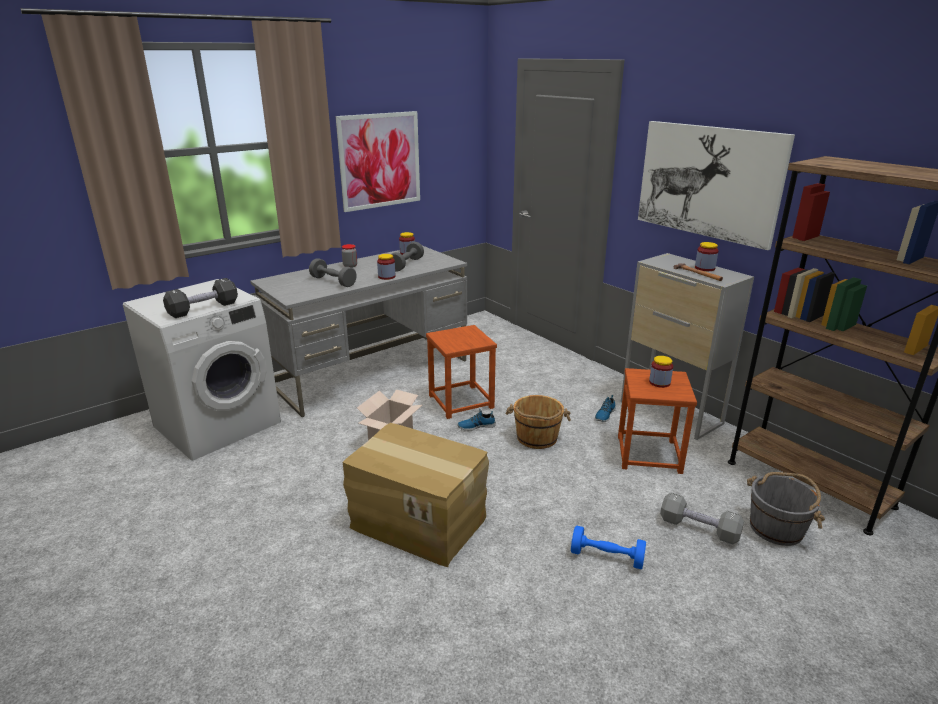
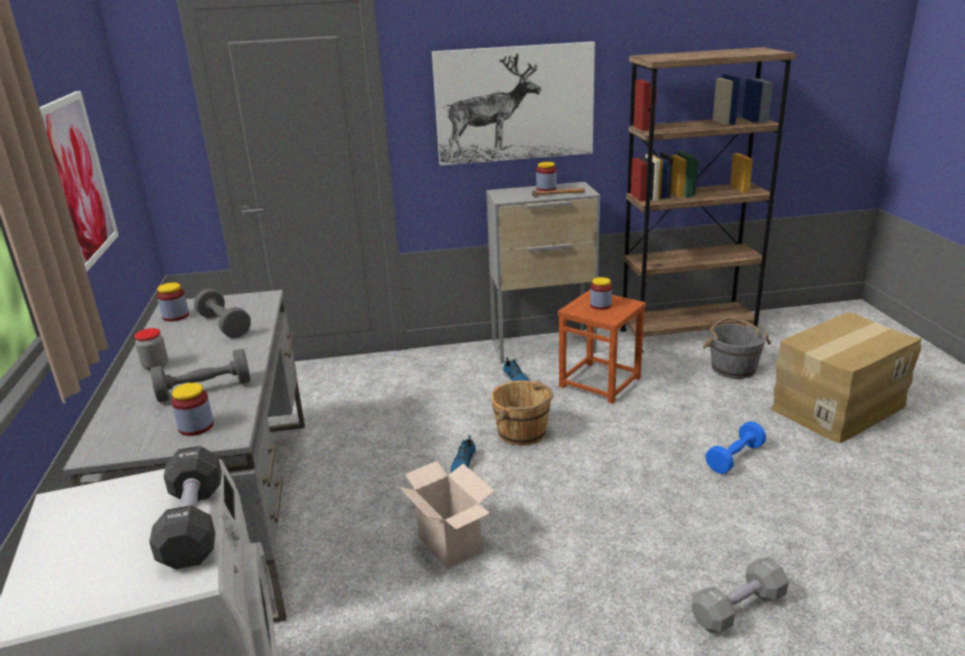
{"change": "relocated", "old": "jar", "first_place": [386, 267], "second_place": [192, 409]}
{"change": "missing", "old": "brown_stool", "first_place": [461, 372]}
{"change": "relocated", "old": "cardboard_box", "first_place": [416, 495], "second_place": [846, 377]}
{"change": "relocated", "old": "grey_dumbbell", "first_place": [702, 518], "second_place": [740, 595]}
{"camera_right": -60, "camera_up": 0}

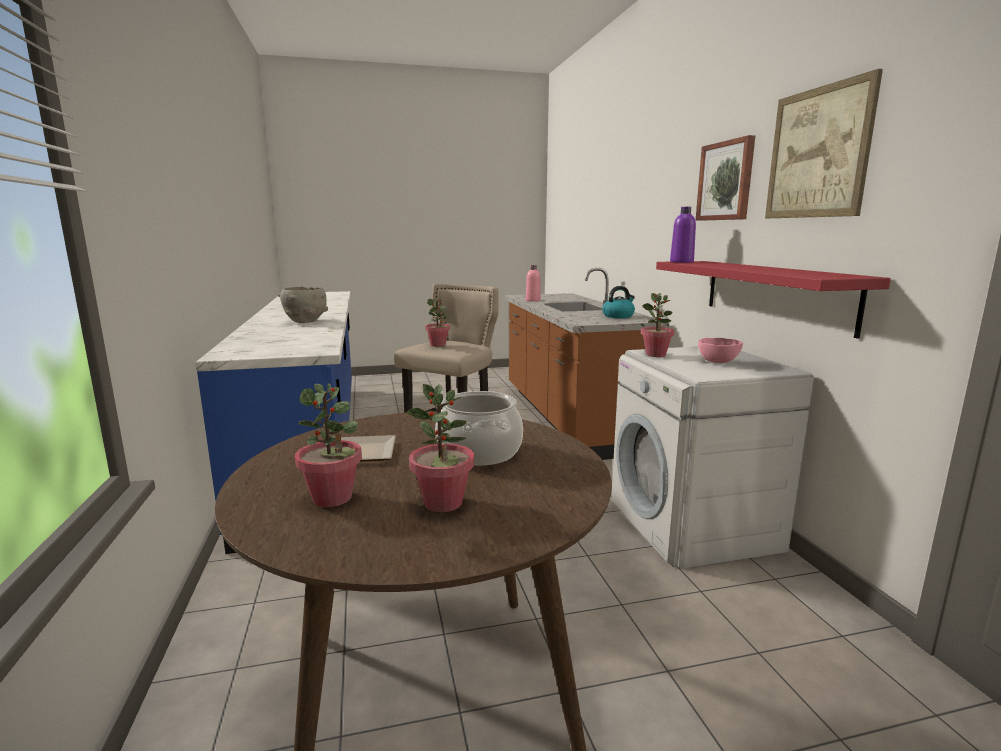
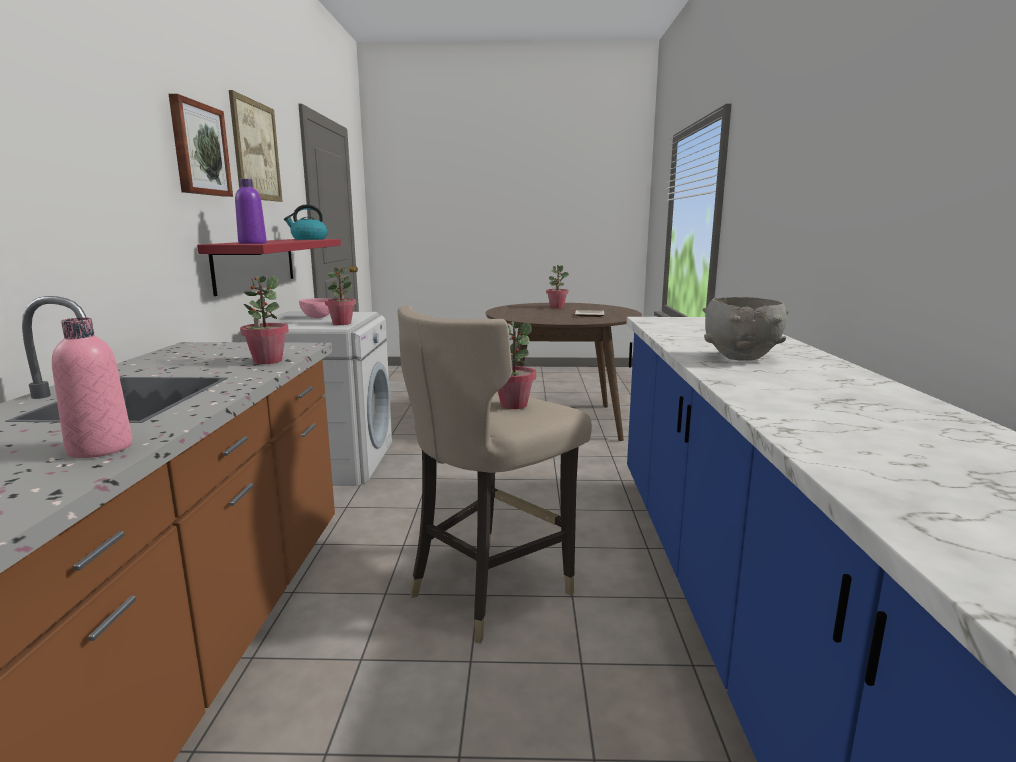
{"change": "relocated", "old": "kettle", "first_place": [618, 302], "second_place": [306, 222]}
{"change": "relocated", "old": "potted_plant", "first_place": [328, 445], "second_place": [264, 320]}
{"change": "missing", "old": "cooking_pot", "first_place": [479, 428]}
{"camera_right": -165, "camera_up": 0}

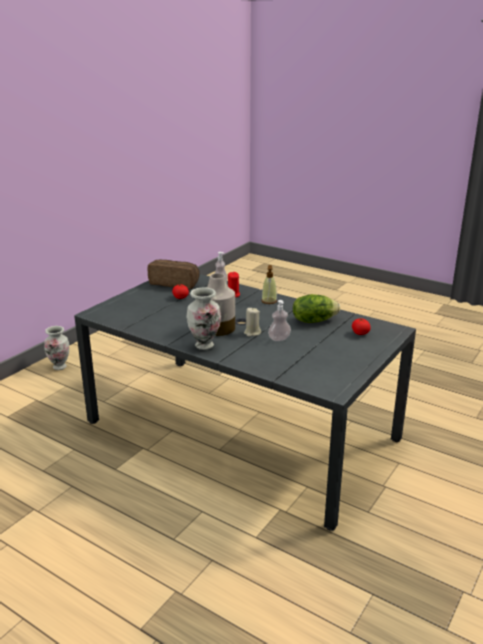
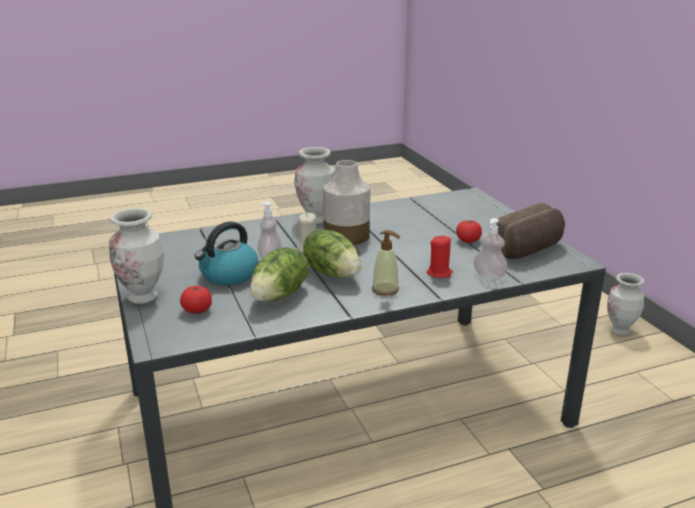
{"change": "appeared", "new": "vase", "second_place": [136, 256]}
{"change": "appeared", "new": "kettle", "second_place": [226, 253]}
{"change": "appeared", "new": "lettuce", "second_place": [332, 253]}
{"camera_right": 125, "camera_up": 0}

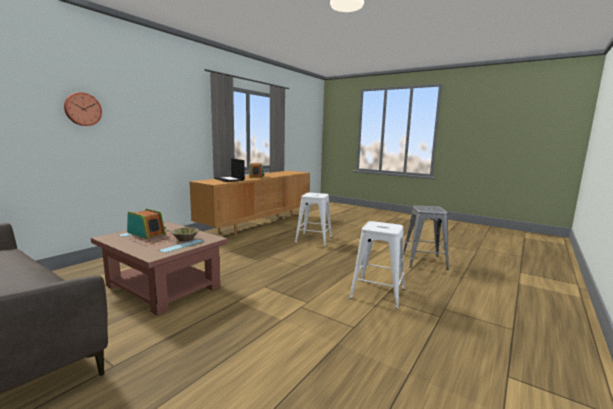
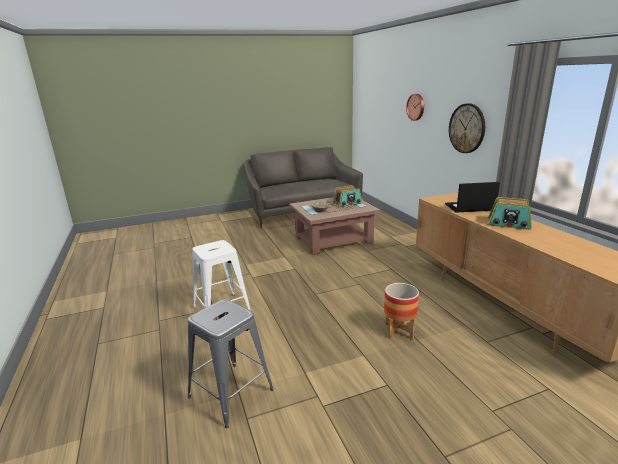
{"change": "exchanged", "old": "white_stool", "new": "planter", "first_place": [313, 220], "second_place": [401, 311]}
{"change": "appeared", "new": "wall_clock", "second_place": [467, 128]}
{"camera_right": 125, "camera_up": 10}

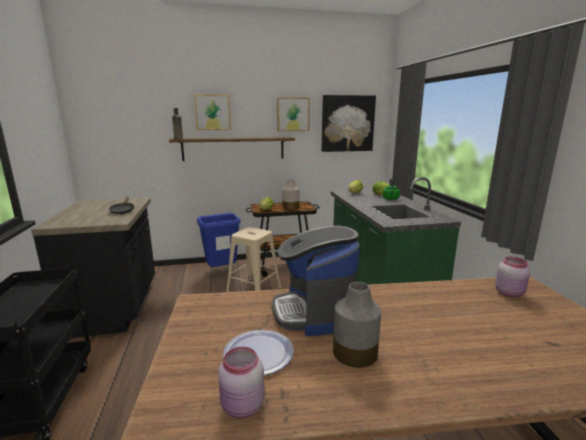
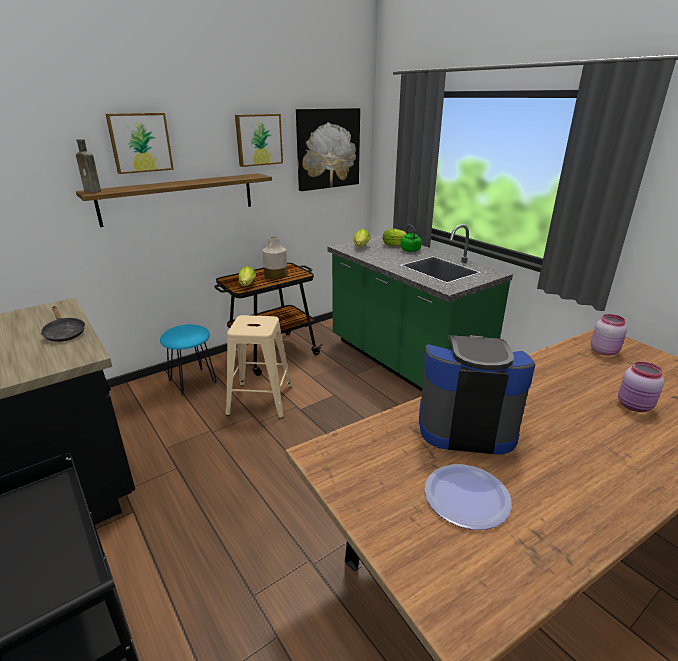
{"change": "exchanged", "old": "blue_trash_can", "new": "turquoise_stool", "first_place": [219, 240], "second_place": [188, 359]}
{"change": "spun", "old": "coffee_machine", "first_place": [316, 281], "second_place": [477, 394], "degrees": 135}
{"change": "missing", "old": "grey_vase", "first_place": [357, 325]}
{"change": "relocated", "old": "pink_jar", "first_place": [241, 382], "second_place": [641, 387]}
{"camera_right": -25, "camera_up": 10}

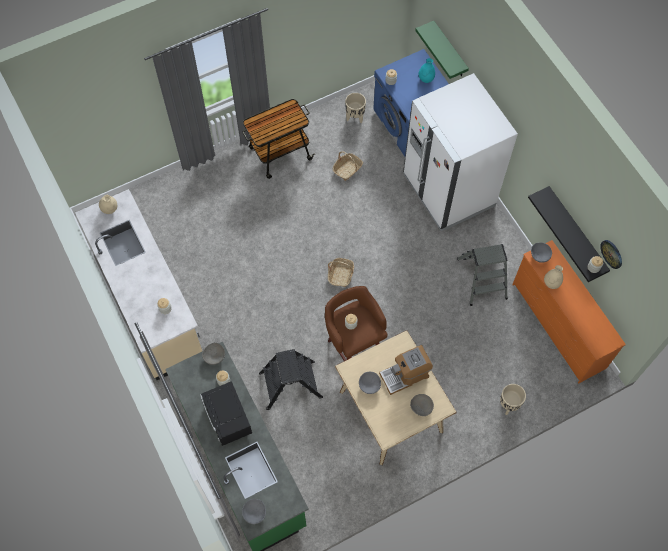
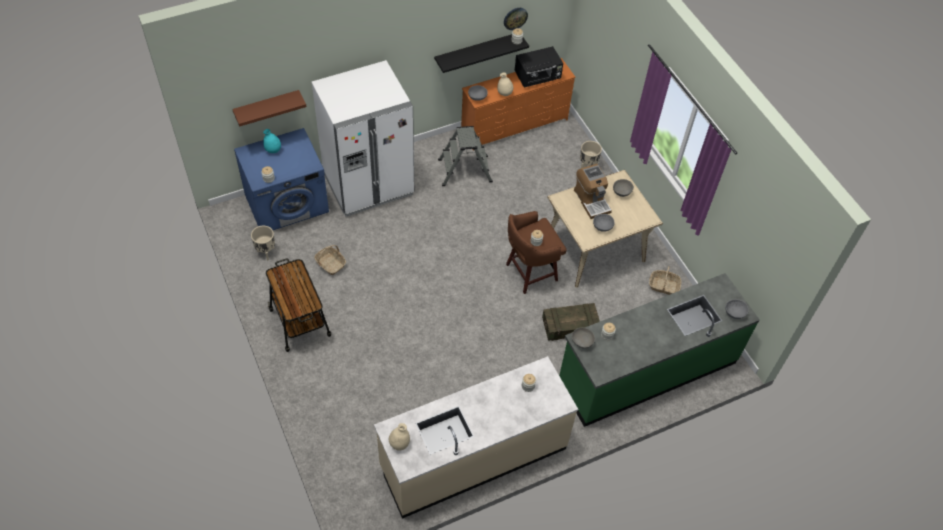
{"change": "colour", "old": "green_shelf", "new": "brown_shelf", "first_place": [442, 50], "second_place": [269, 108]}
{"change": "relocated", "old": "basket", "first_place": [341, 272], "second_place": [665, 280]}
{"change": "exchanged", "old": "black_step_ladder", "new": "crate", "first_place": [291, 379], "second_place": [571, 322]}
{"change": "relocated", "old": "black_microwave", "first_place": [226, 413], "second_place": [539, 66]}
{"camera_right": -90, "camera_up": -10}

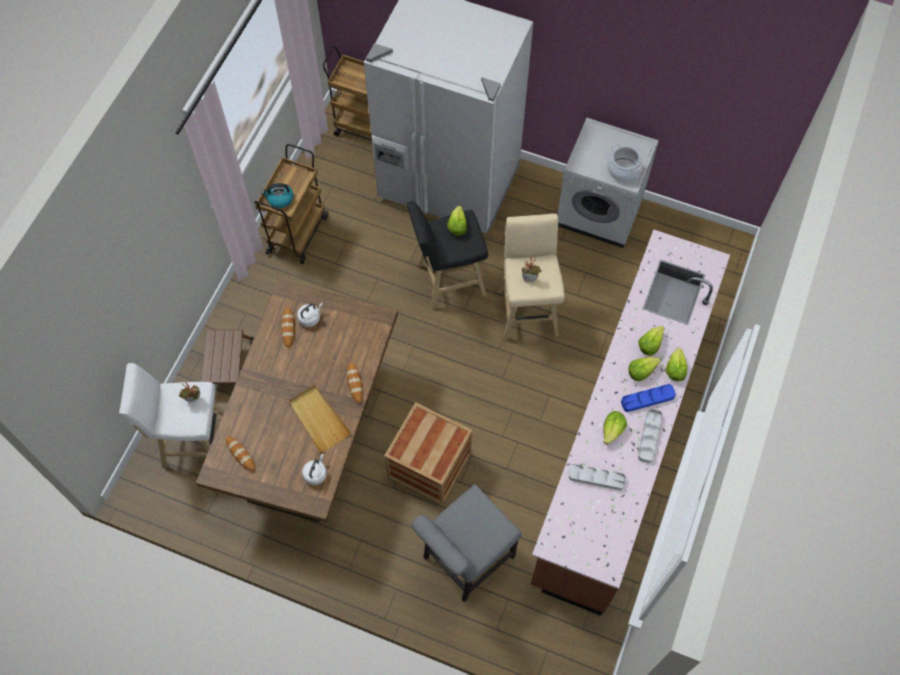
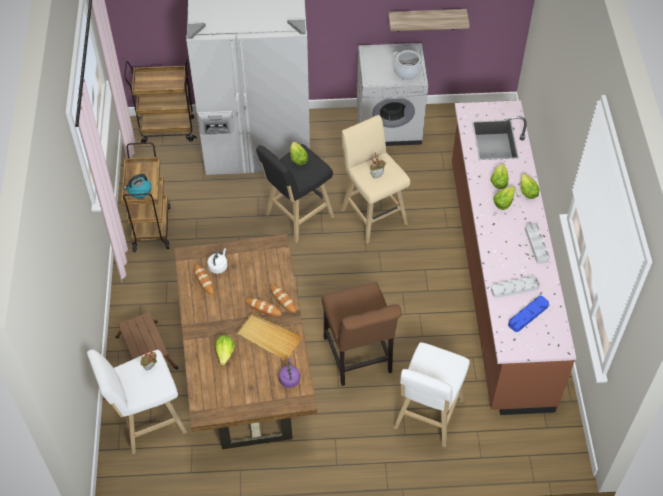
{"change": "relocated", "old": "blue_tray", "first_place": [648, 398], "second_place": [528, 314]}
{"change": "exchanged", "old": "crate", "new": "brown_chair", "first_place": [428, 453], "second_place": [362, 334]}
{"change": "relocated", "old": "lettuce", "first_place": [615, 428], "second_place": [225, 350]}
{"change": "relocated", "old": "bread", "first_place": [240, 453], "second_place": [263, 307]}
{"change": "colour", "old": "white_kettle", "new": "purple_kettle", "first_place": [314, 469], "second_place": [289, 373]}
{"change": "exchanged", "old": "grey_chair", "new": "white_stool", "first_place": [466, 543], "second_place": [431, 394]}
{"change": "appeared", "new": "shelf", "second_place": [429, 20]}
{"camera_right": -25, "camera_up": -10}

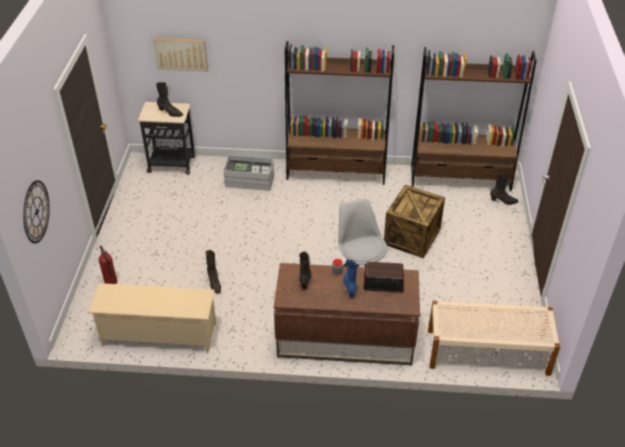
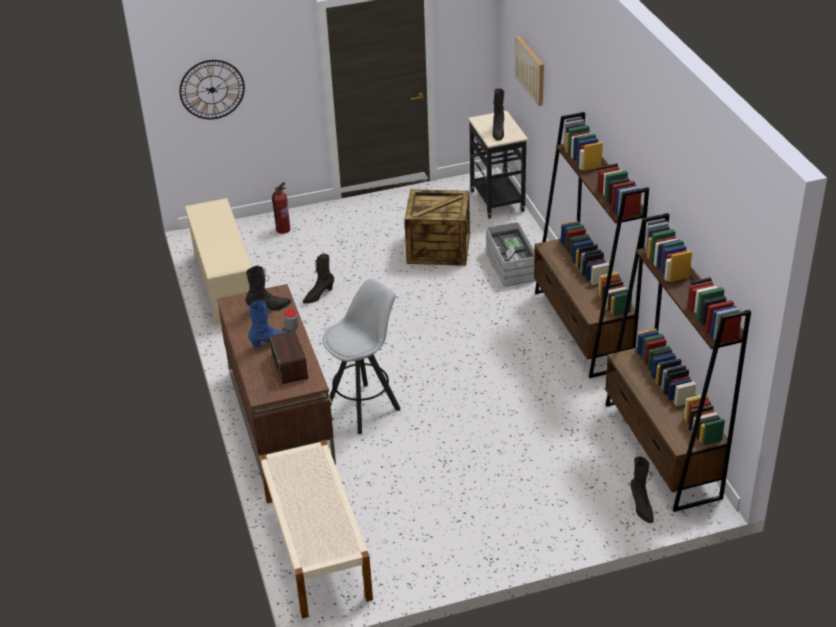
{"change": "relocated", "old": "crate", "first_place": [414, 221], "second_place": [437, 227]}
{"camera_right": 70, "camera_up": -5}

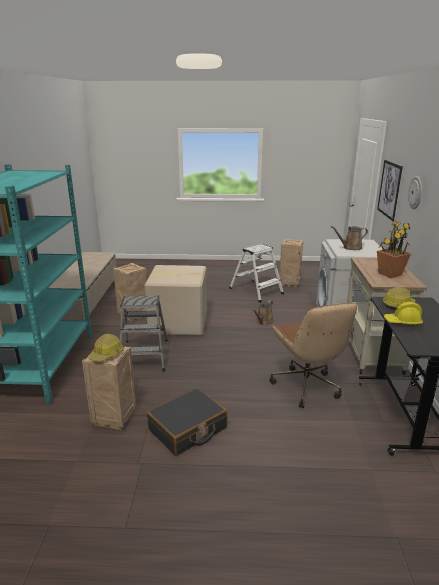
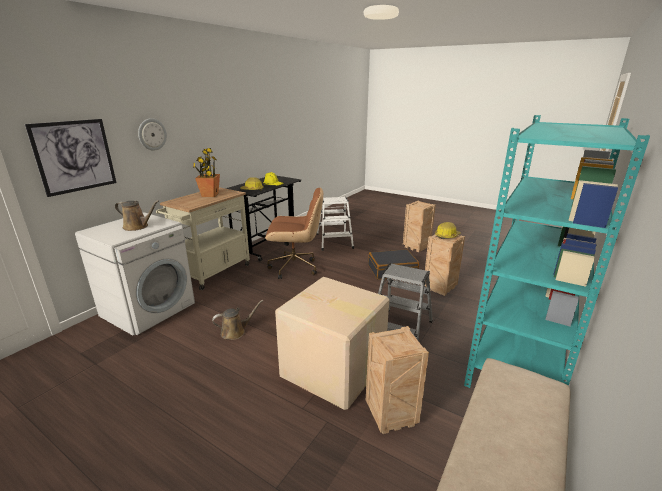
{"change": "relocated", "old": "crate", "first_place": [291, 263], "second_place": [419, 226]}
{"change": "relocated", "old": "white_step_ladder", "first_place": [256, 273], "second_place": [335, 224]}
{"change": "spun", "old": "brown_office_chair", "first_place": [313, 355], "second_place": [294, 233], "degrees": 75}
{"camera_right": -150, "camera_up": 0}

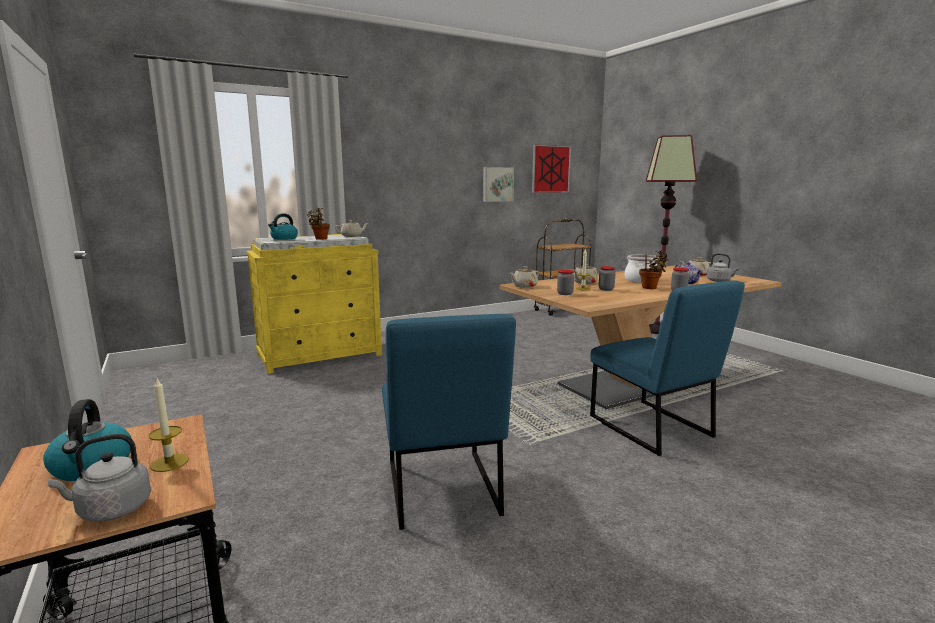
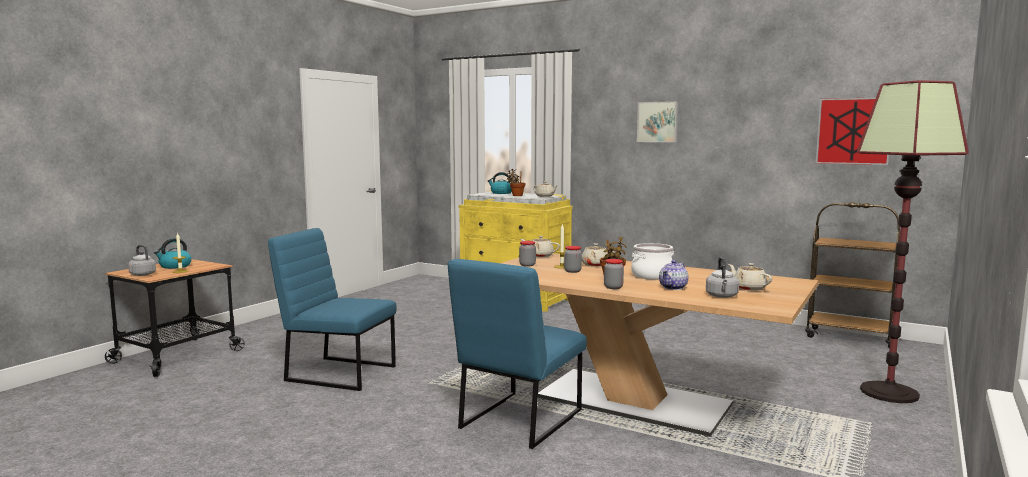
{"change": "relocated", "old": "picture", "first_place": [498, 184], "second_place": [657, 121]}
{"change": "spun", "old": "blue_chair", "first_place": [449, 422], "second_place": [332, 309], "degrees": 60}
{"camera_right": 60, "camera_up": -5}

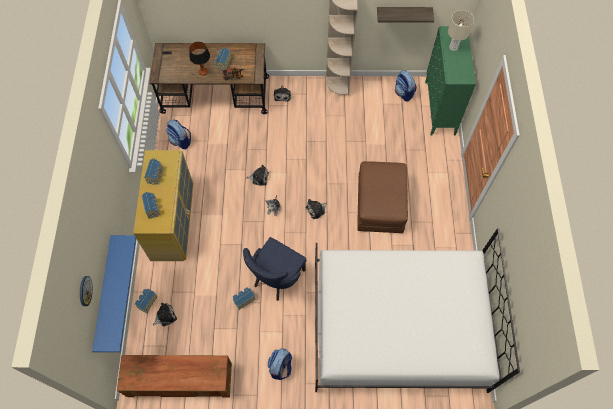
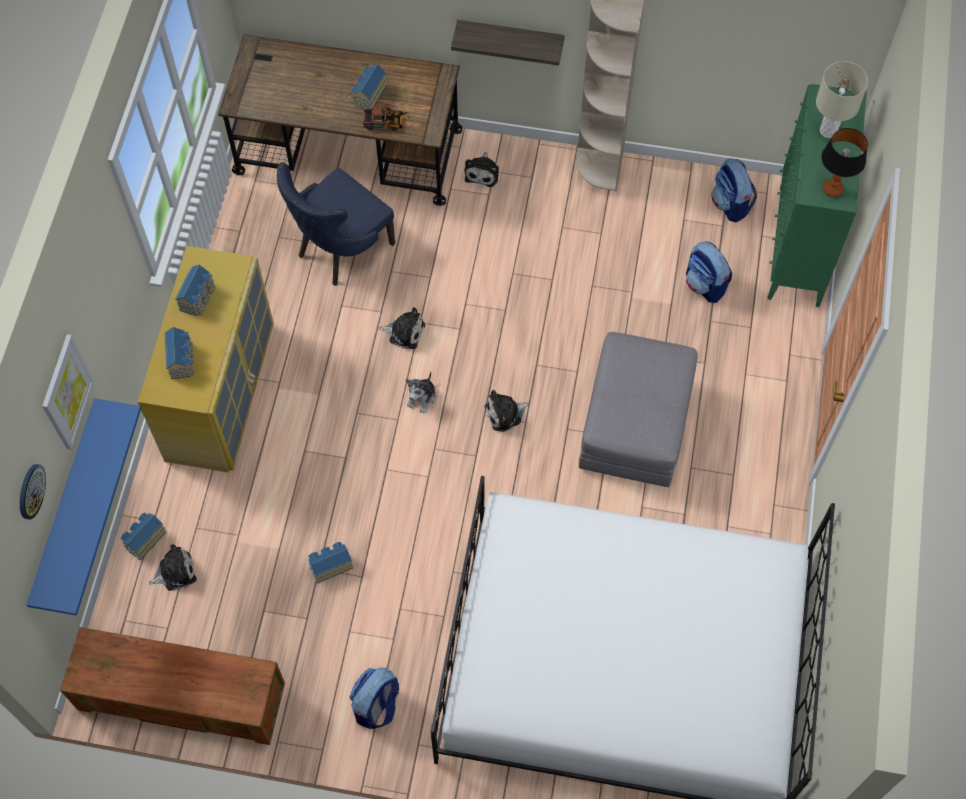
{"change": "relocated", "old": "shelf", "first_place": [405, 15], "second_place": [508, 43]}
{"change": "relocated", "old": "table_lamp", "first_place": [199, 59], "second_place": [844, 162]}
{"change": "relocated", "old": "backpack", "first_place": [178, 134], "second_place": [709, 272]}
{"change": "colour", "old": "brown_ottoman", "new": "grey_ottoman", "first_place": [382, 197], "second_place": [638, 409]}
{"change": "relocated", "old": "blue_chair", "first_place": [274, 269], "second_place": [336, 224]}
{"change": "appeared", "new": "picture", "second_place": [68, 392]}
{"camera_right": 10, "camera_up": 0}

